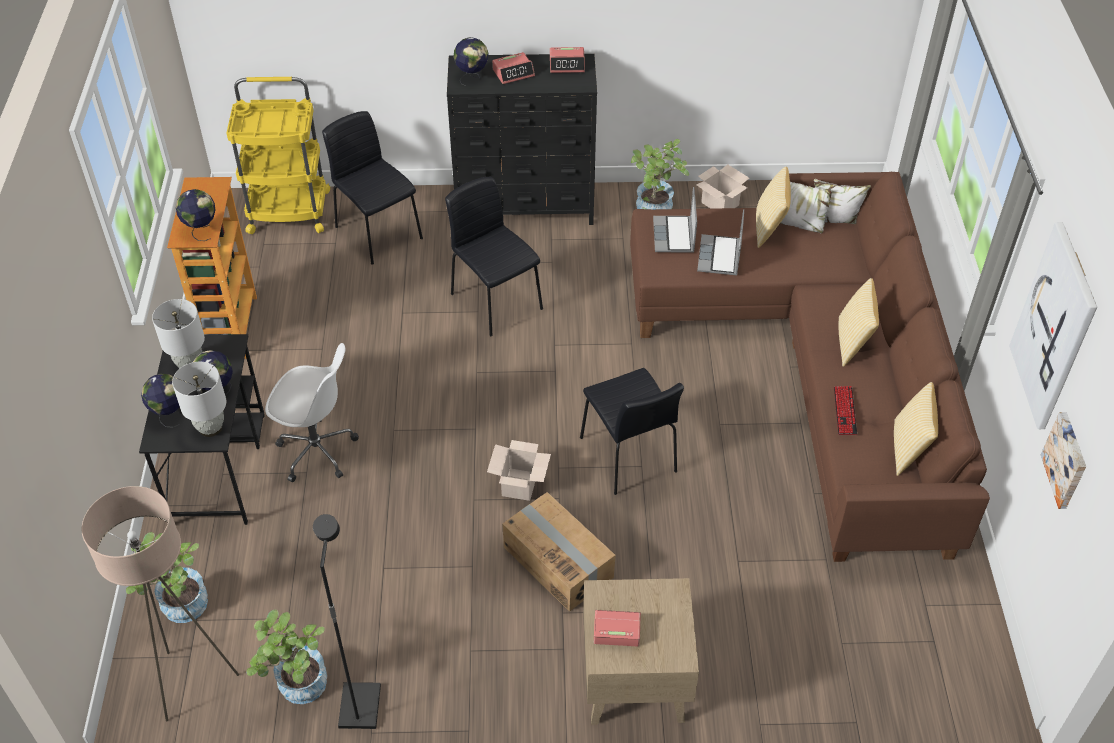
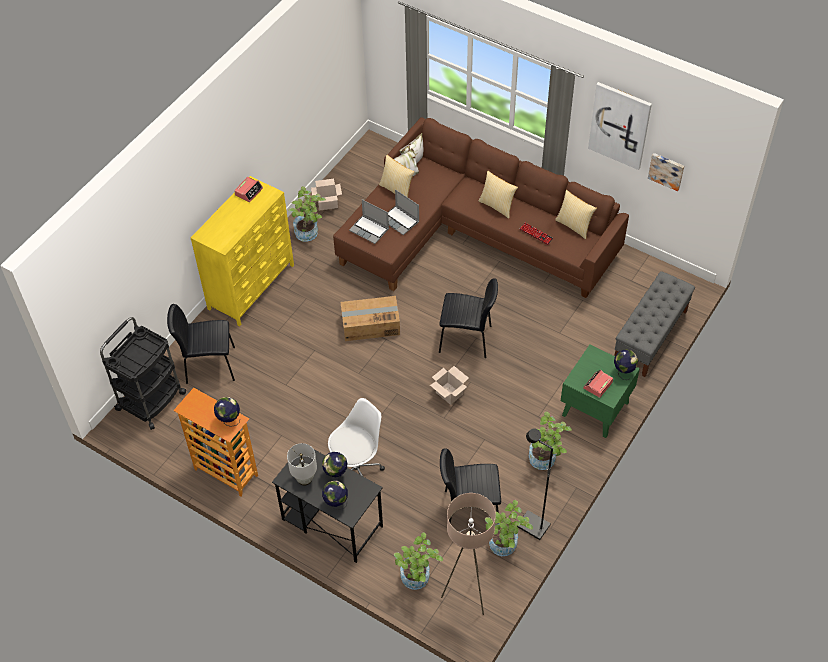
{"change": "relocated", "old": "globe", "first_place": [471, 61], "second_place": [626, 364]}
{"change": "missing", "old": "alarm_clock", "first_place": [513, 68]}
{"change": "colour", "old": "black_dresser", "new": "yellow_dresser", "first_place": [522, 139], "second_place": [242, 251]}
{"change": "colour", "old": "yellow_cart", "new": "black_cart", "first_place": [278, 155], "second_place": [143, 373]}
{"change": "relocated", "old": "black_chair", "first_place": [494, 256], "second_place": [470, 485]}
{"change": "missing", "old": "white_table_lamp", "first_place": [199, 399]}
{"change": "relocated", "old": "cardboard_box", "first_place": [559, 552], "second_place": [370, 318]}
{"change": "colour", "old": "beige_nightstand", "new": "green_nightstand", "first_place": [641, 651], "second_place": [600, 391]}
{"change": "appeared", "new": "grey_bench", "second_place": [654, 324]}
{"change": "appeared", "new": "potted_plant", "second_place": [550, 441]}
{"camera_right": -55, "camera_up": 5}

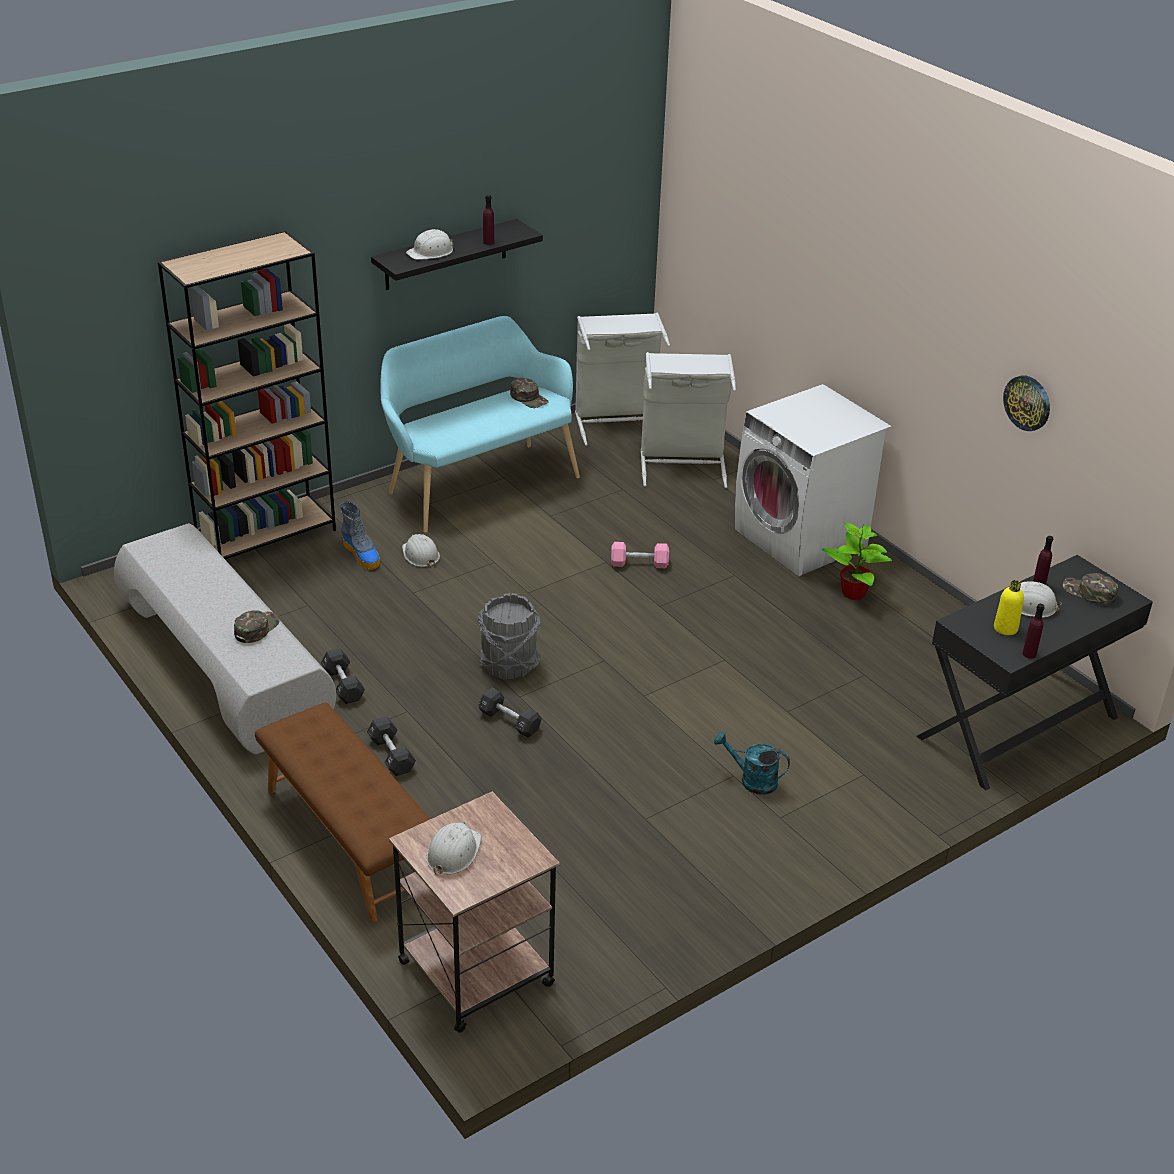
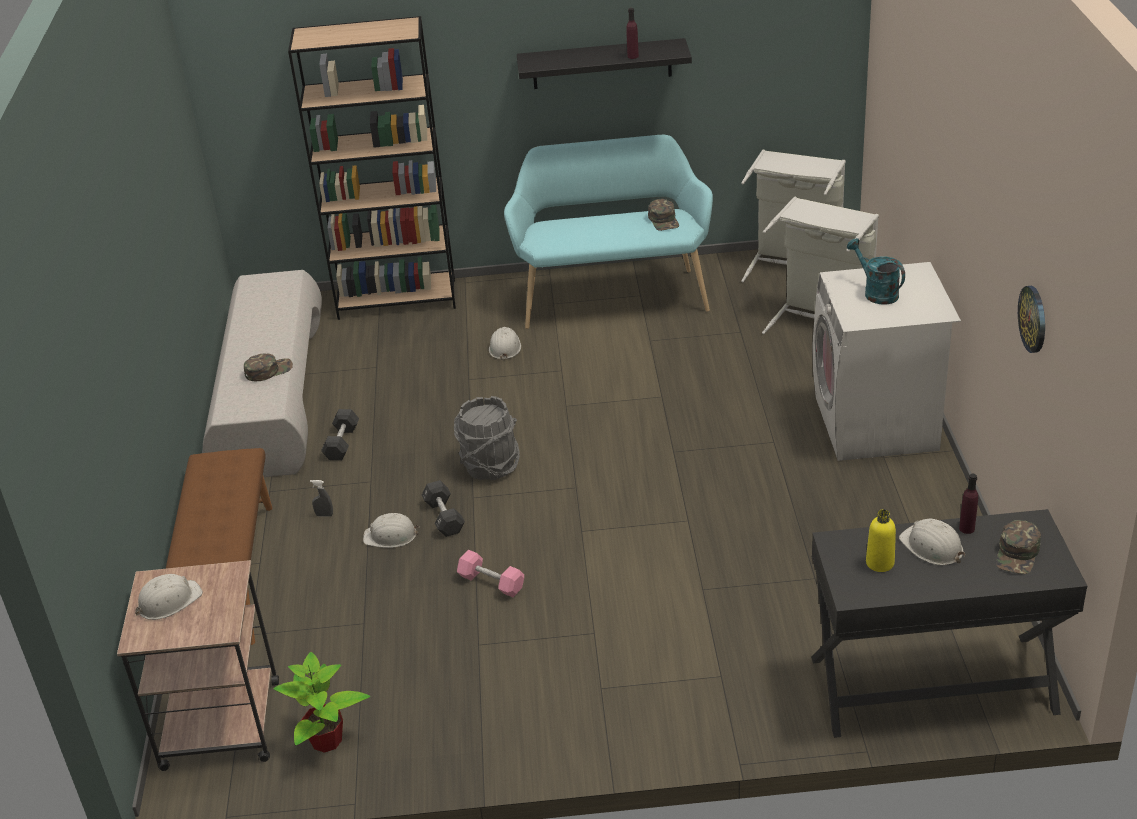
{"change": "relocated", "old": "white_hard_hat", "first_place": [429, 244], "second_place": [391, 530]}
{"change": "missing", "old": "boot", "first_place": [360, 535]}
{"change": "relocated", "old": "potted_plant", "first_place": [857, 561], "second_place": [321, 702]}
{"change": "relocated", "old": "pink_dumbbell", "first_place": [640, 555], "second_place": [490, 573]}
{"change": "spun", "old": "green_cap", "first_place": [1090, 589], "second_place": [1018, 547], "degrees": -135}
{"change": "missing", "old": "purple_bottle", "first_place": [1034, 631]}
{"change": "exchanged", "old": "black_dumbbell", "new": "grey_spray_bottle", "first_place": [391, 746], "second_place": [321, 498]}
{"change": "relocated", "old": "turquoise_watering_can", "first_place": [752, 763], "second_place": [876, 271]}
{"camera_right": 35, "camera_up": 0}

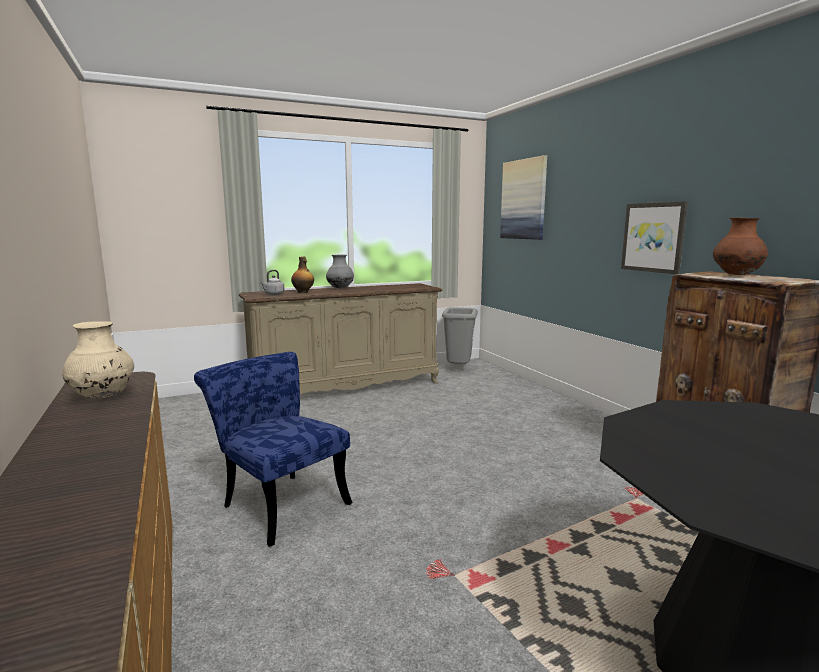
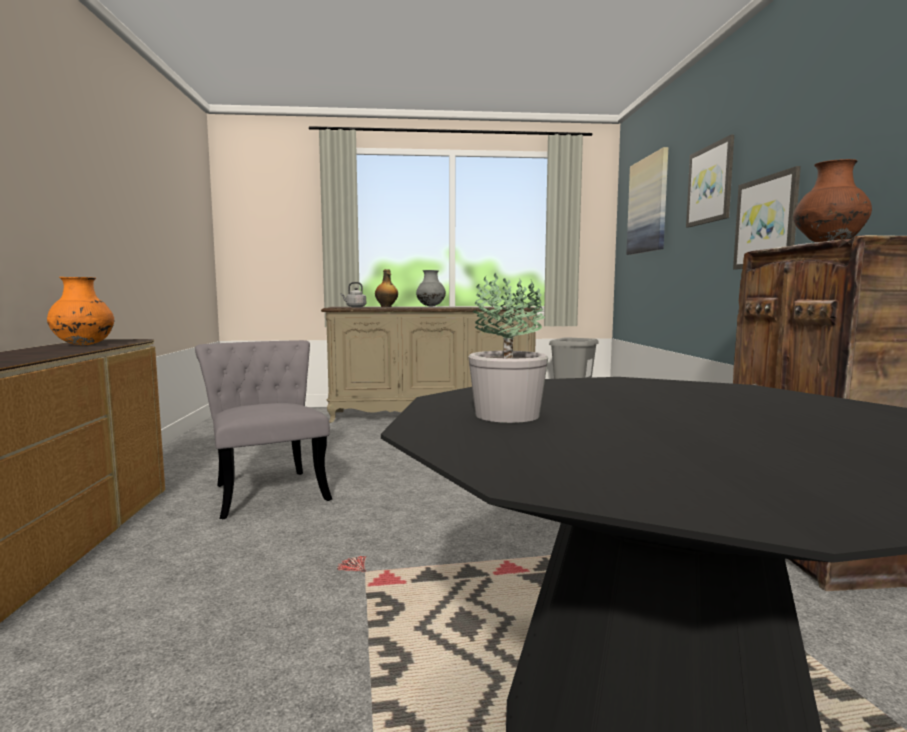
{"change": "colour", "old": "beige_vase", "new": "orange_vase", "first_place": [98, 359], "second_place": [80, 311]}
{"change": "colour", "old": "blue_chair", "new": "grey_chair", "first_place": [273, 449], "second_place": [263, 429]}
{"change": "appeared", "new": "picture", "second_place": [710, 181]}
{"change": "appeared", "new": "potted_plant", "second_place": [508, 348]}
{"camera_right": 20, "camera_up": -5}

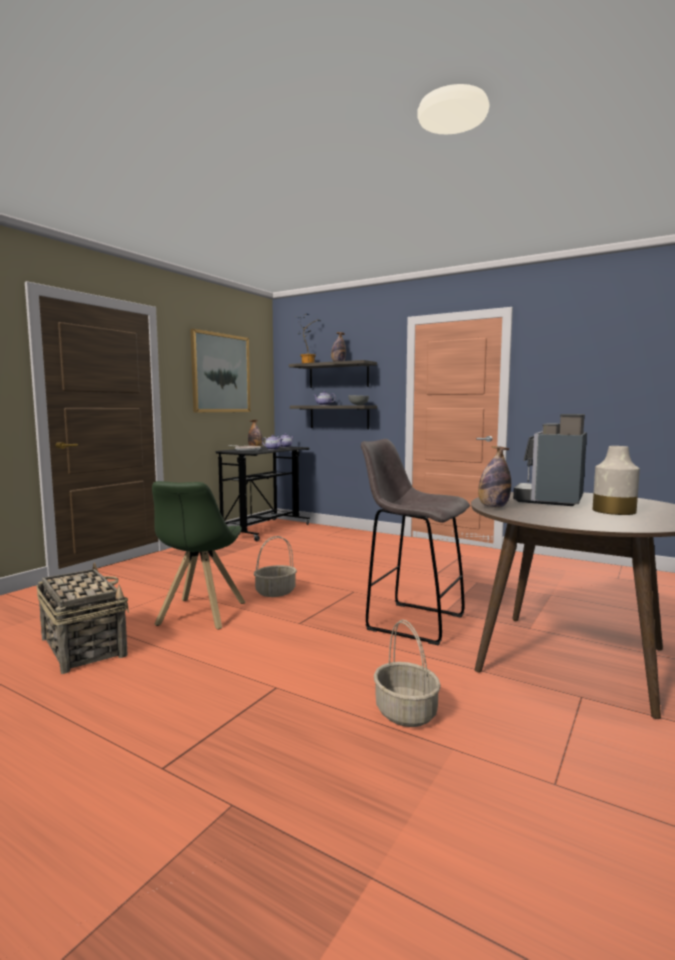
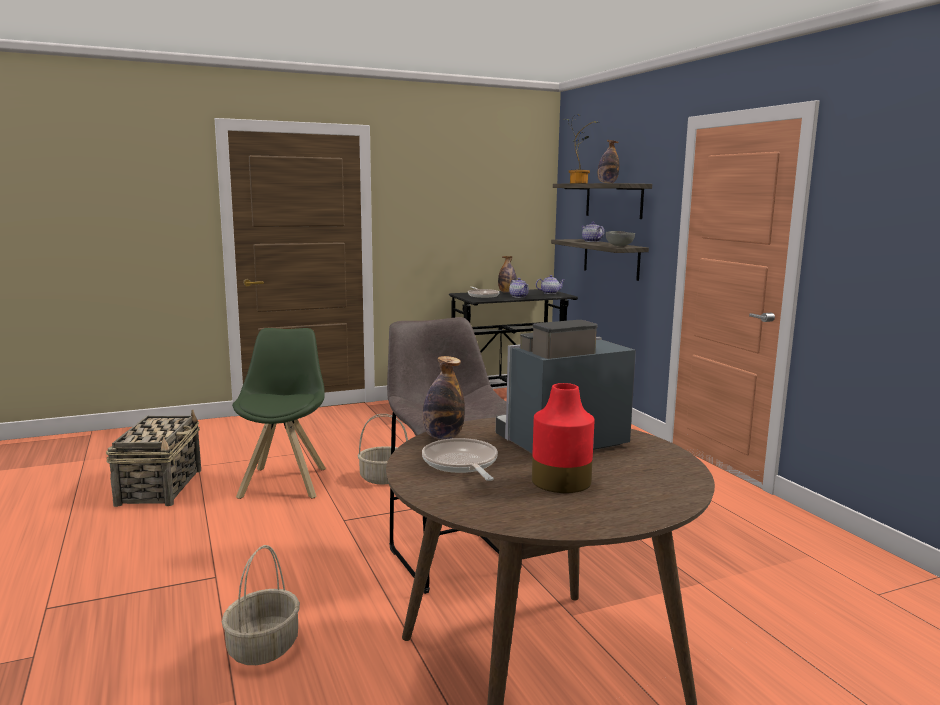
{"change": "missing", "old": "picture", "first_place": [220, 370]}
{"change": "colour", "old": "beige_vase", "new": "red_vase", "first_place": [616, 480], "second_place": [563, 438]}
{"change": "spun", "old": "green_chair", "first_place": [199, 555], "second_place": [279, 413], "degrees": 135}
{"change": "appeared", "new": "frying_pan", "second_place": [460, 459]}
{"camera_right": 35, "camera_up": 5}

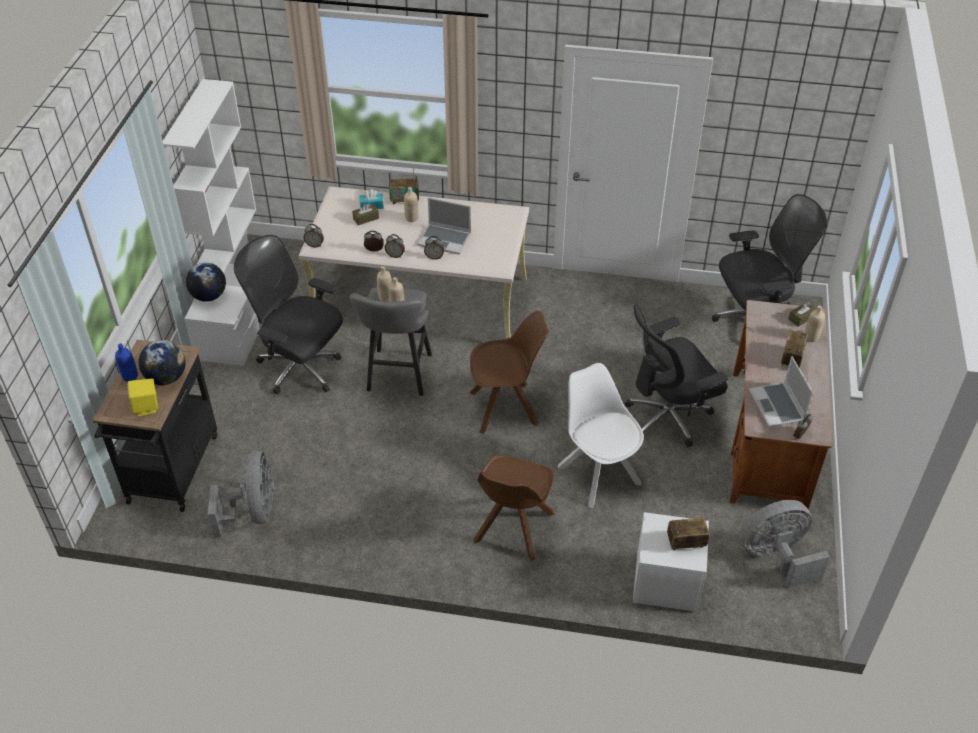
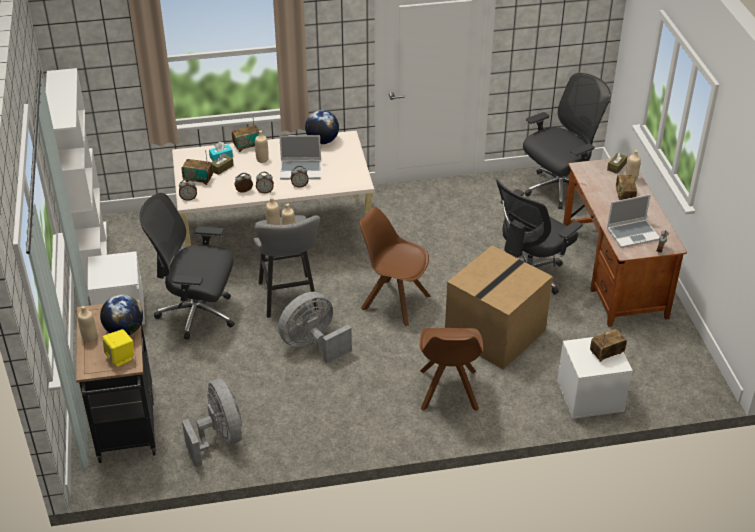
{"change": "relocated", "old": "globe", "first_place": [206, 282], "second_place": [322, 127]}
{"change": "spun", "old": "brown_chair", "first_place": [509, 372], "second_place": [395, 266], "degrees": -120}
{"change": "colour", "old": "blue_bottle", "new": "beige_bottle", "first_place": [126, 363], "second_place": [87, 324]}
{"change": "spun", "old": "laptop", "first_place": [781, 391], "second_place": [633, 221], "degrees": -75}
{"change": "exchanged", "old": "white_chair", "new": "cardboard_box", "first_place": [601, 435], "second_place": [499, 307]}
{"change": "relocated", "old": "grey_fan", "first_place": [784, 544], "second_place": [315, 327]}
{"change": "appeared", "new": "radio", "second_place": [197, 167]}
{"camera_right": -20, "camera_up": -5}

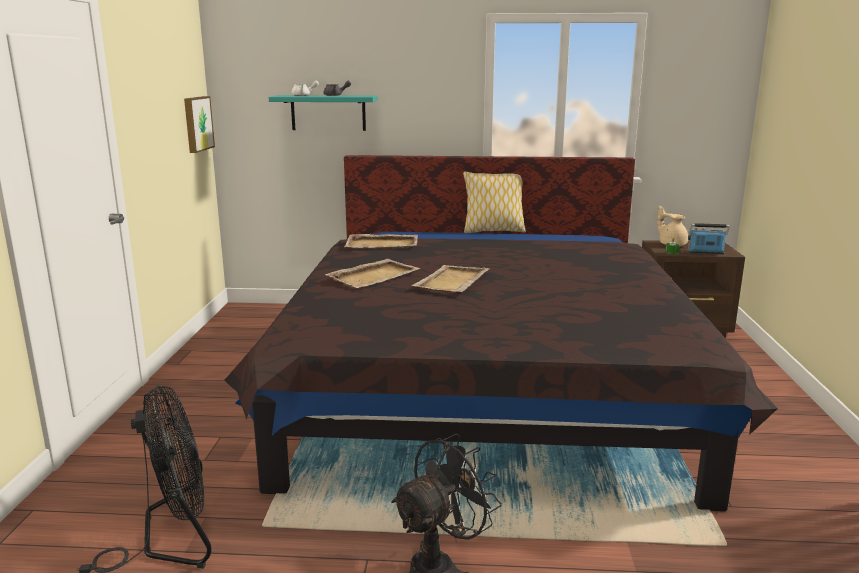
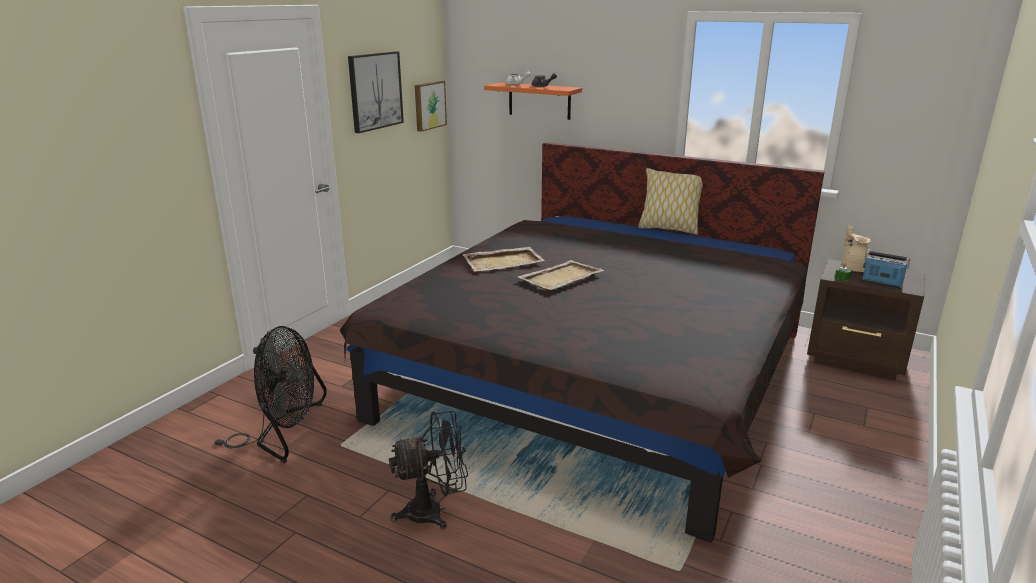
{"change": "colour", "old": "turquoise_shelf", "new": "orange_shelf", "first_place": [323, 113], "second_place": [533, 101]}
{"change": "missing", "old": "beige_tray", "first_place": [381, 241]}
{"change": "appeared", "new": "picture", "second_place": [376, 92]}
{"camera_right": 25, "camera_up": 5}

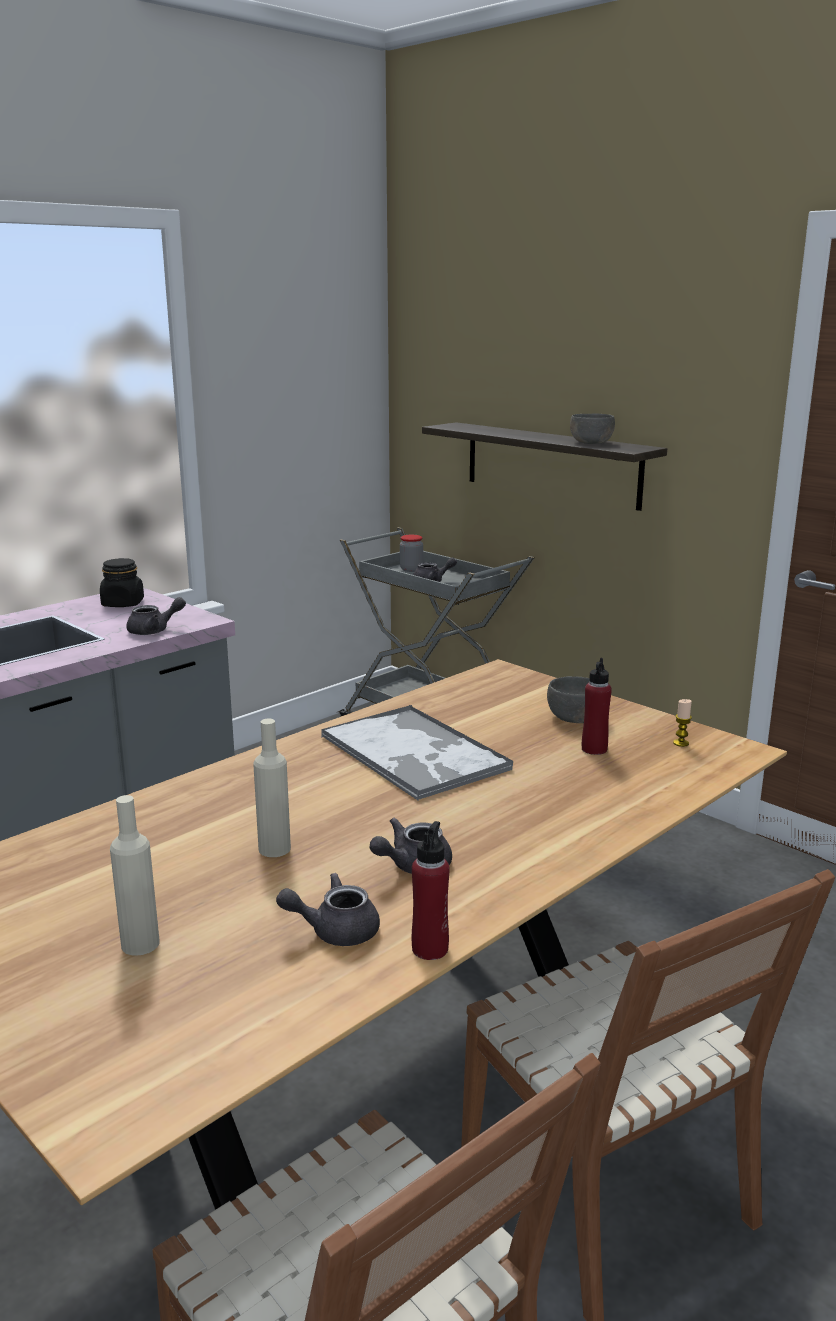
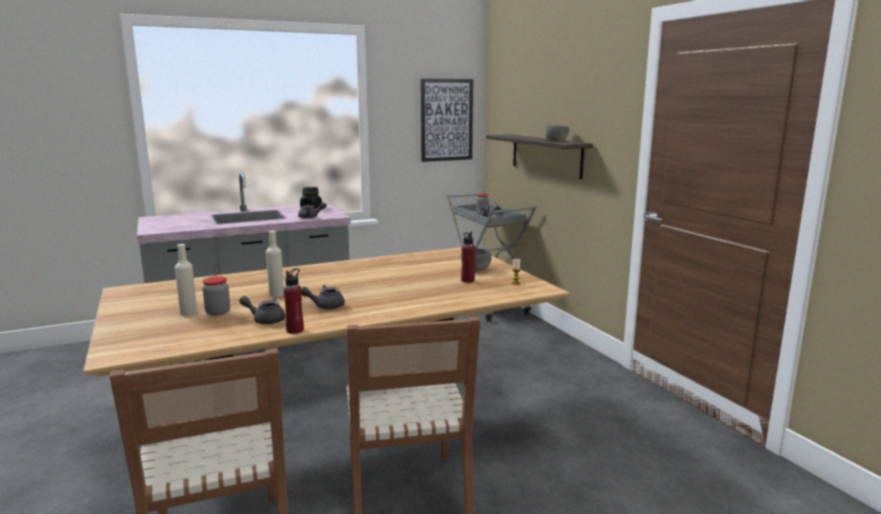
{"change": "missing", "old": "tray", "first_place": [417, 752]}
{"change": "appeared", "new": "picture", "second_place": [447, 120]}
{"change": "appeared", "new": "jar", "second_place": [216, 296]}
{"camera_right": 20, "camera_up": -5}

